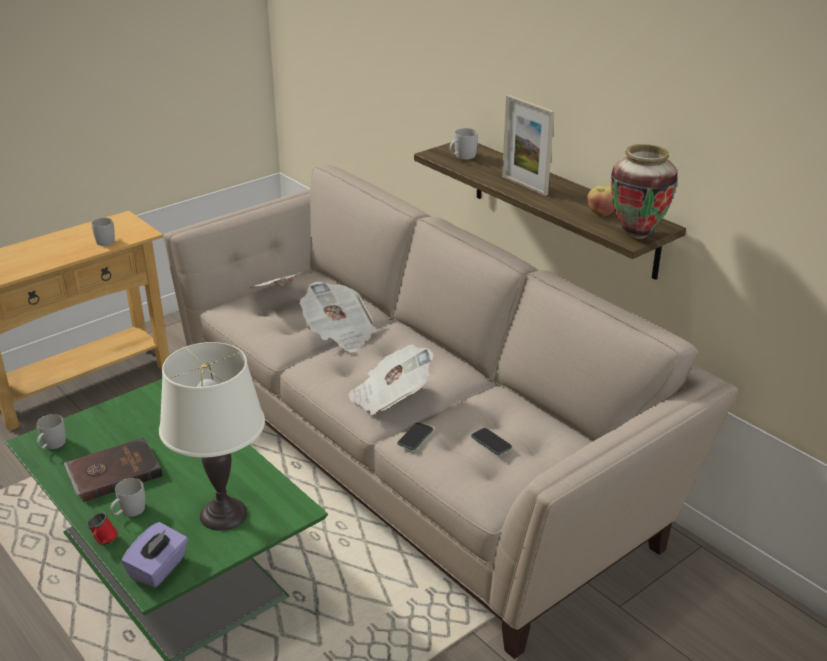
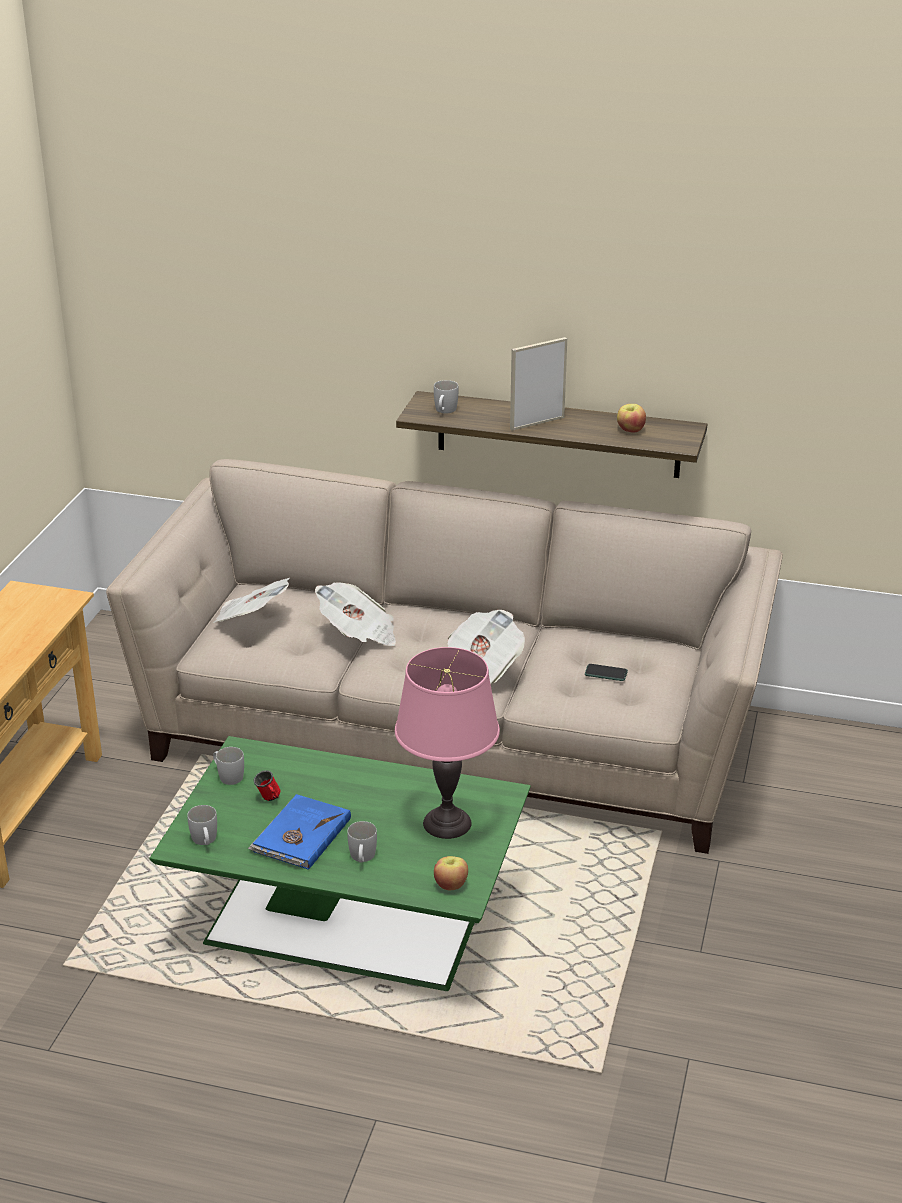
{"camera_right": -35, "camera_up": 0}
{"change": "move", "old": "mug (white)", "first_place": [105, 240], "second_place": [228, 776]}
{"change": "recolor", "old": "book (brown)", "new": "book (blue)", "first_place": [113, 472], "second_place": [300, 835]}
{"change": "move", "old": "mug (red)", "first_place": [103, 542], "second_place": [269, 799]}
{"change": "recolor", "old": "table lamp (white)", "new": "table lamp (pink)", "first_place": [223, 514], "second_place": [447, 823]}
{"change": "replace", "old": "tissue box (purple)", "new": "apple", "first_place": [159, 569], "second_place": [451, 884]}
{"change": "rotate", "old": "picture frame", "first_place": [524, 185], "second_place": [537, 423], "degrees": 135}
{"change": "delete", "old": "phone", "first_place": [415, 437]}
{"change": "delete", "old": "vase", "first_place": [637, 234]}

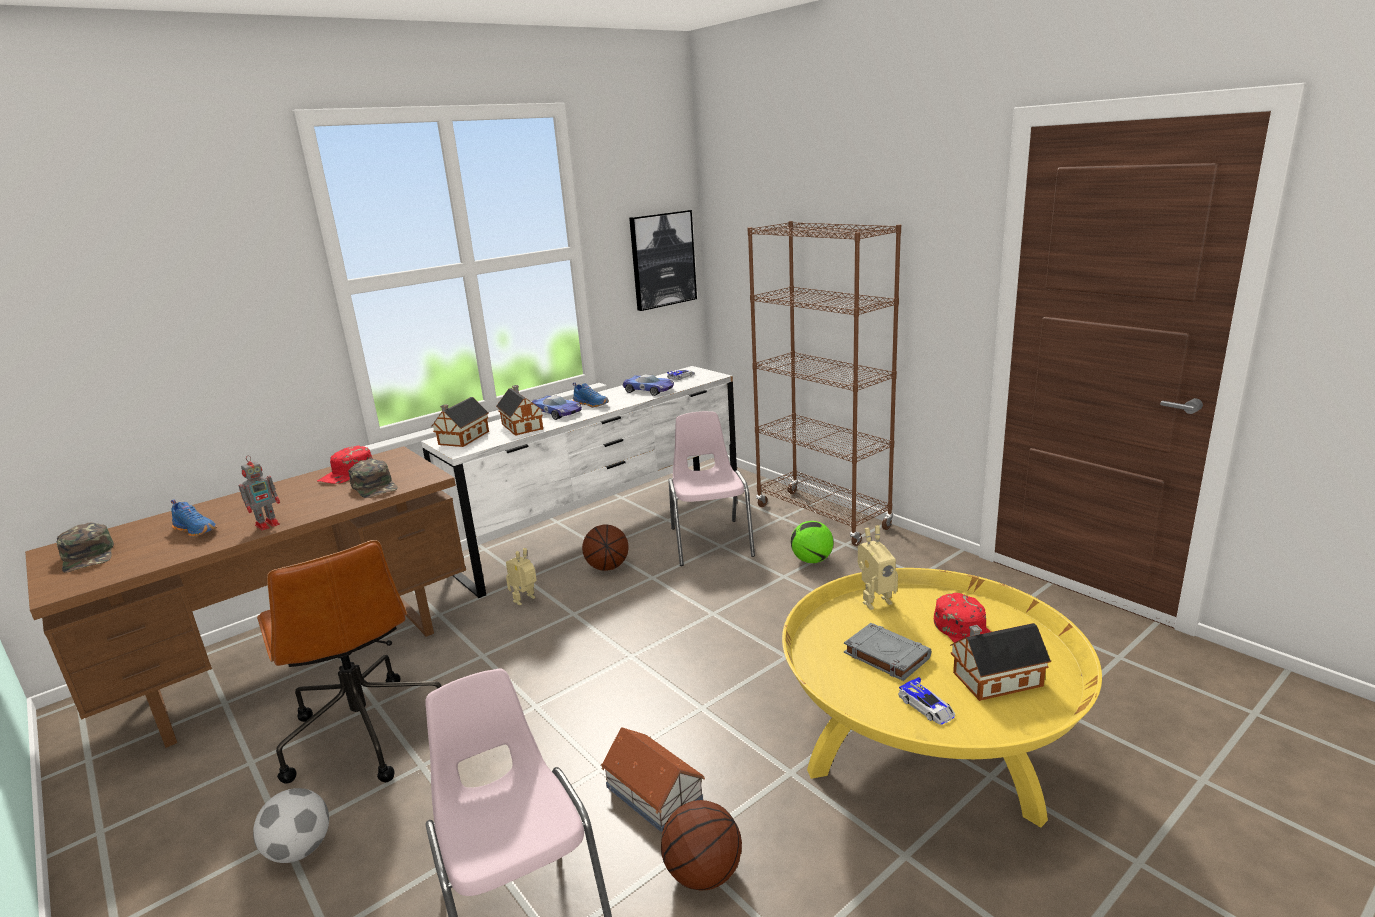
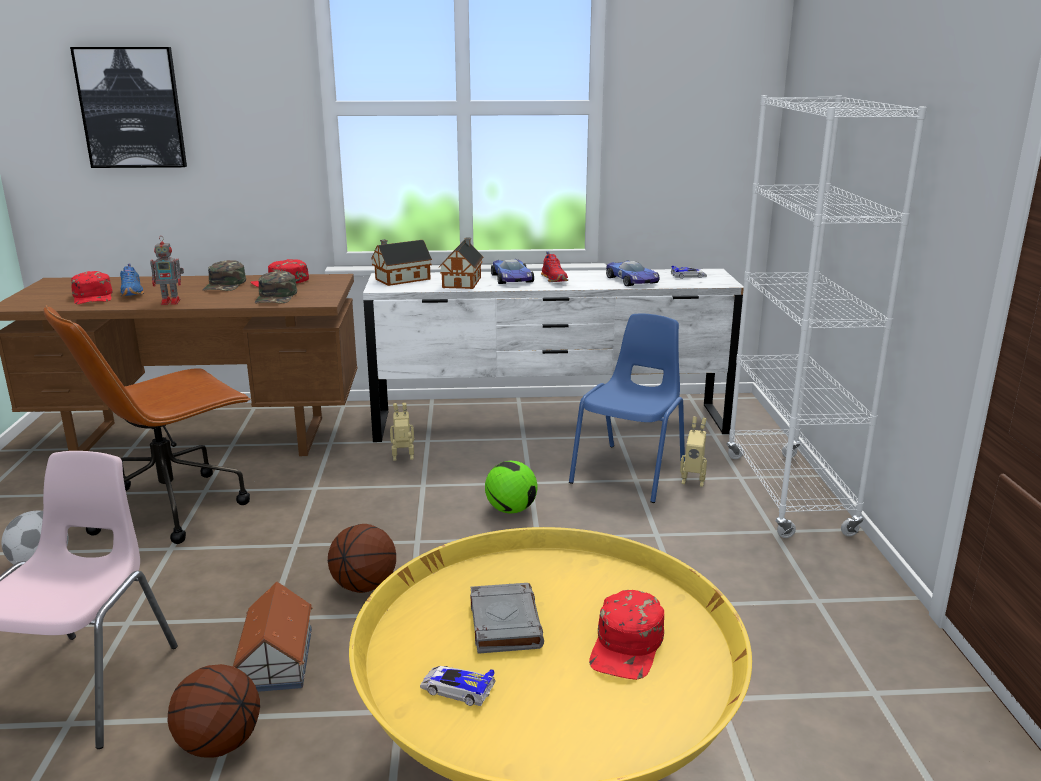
{"camera_right": 35, "camera_up": 0}
{"change": "rotate", "old": "office chair (brown)", "first_place": [364, 732], "second_place": [172, 507], "degrees": 45}
{"change": "move", "old": "picture", "first_place": [662, 259], "second_place": [131, 108]}
{"change": "insert", "new": "cap (red)", "second_place": [93, 297]}
{"change": "move", "old": "cap (green)", "first_place": [89, 556], "second_place": [225, 285]}
{"change": "move", "old": "basketball", "first_place": [607, 567], "second_place": [364, 585]}
{"change": "rotate", "old": "toy car", "first_place": [927, 707], "second_place": [456, 689], "degrees": 105}
{"change": "move", "old": "football", "first_place": [811, 560], "second_place": [511, 509]}
{"change": "recolor", "old": "shoe (blue)", "new": "shoe (red)", "first_place": [591, 404], "second_place": [555, 279]}
{"change": "recolor", "old": "chair (pink)", "new": "chair (blue)", "first_place": [710, 541], "second_place": [631, 472]}
{"change": "move", "old": "toy robot", "first_place": [874, 600], "second_place": [693, 480]}
{"change": "recolor", "old": "bookcase (brown)", "new": "bookcase (white)", "first_place": [822, 517], "second_place": [787, 494]}
{"change": "delete", "old": "toy house", "first_place": [993, 679]}

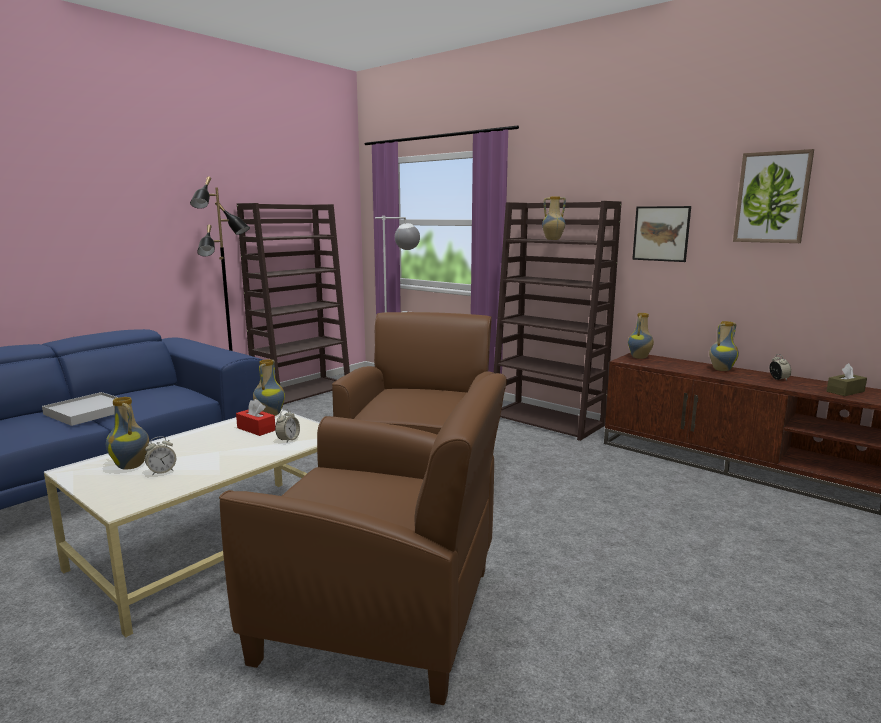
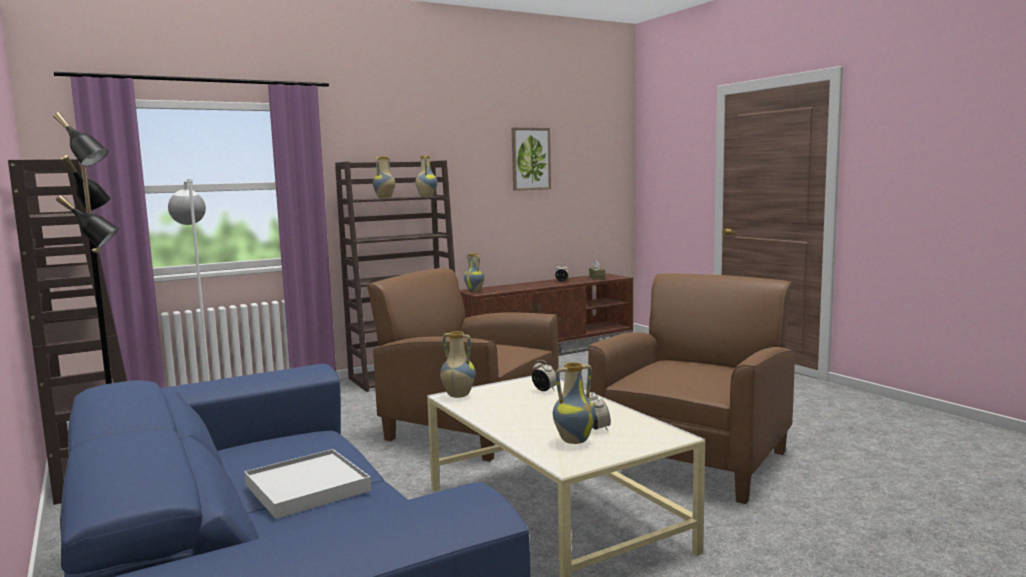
{"camera_right": -70, "camera_up": -5}
{"change": "move", "old": "vase", "first_place": [721, 369], "second_place": [426, 196]}
{"change": "delete", "old": "tissue box (red)", "first_place": [256, 429]}
{"change": "delete", "old": "picture", "first_place": [661, 233]}

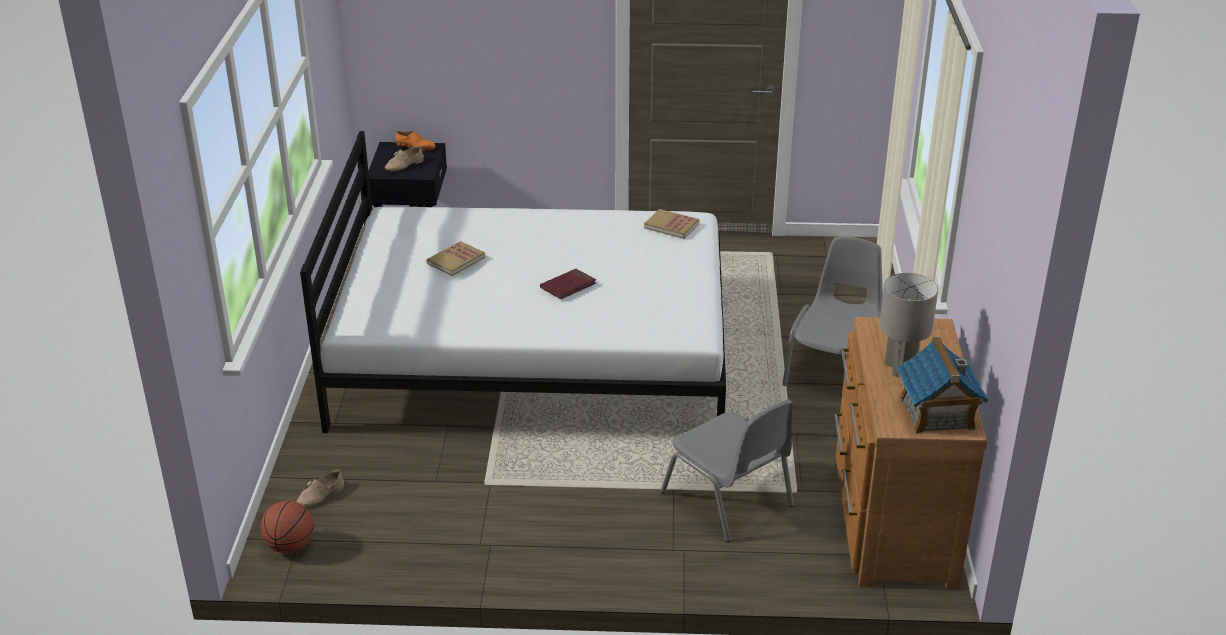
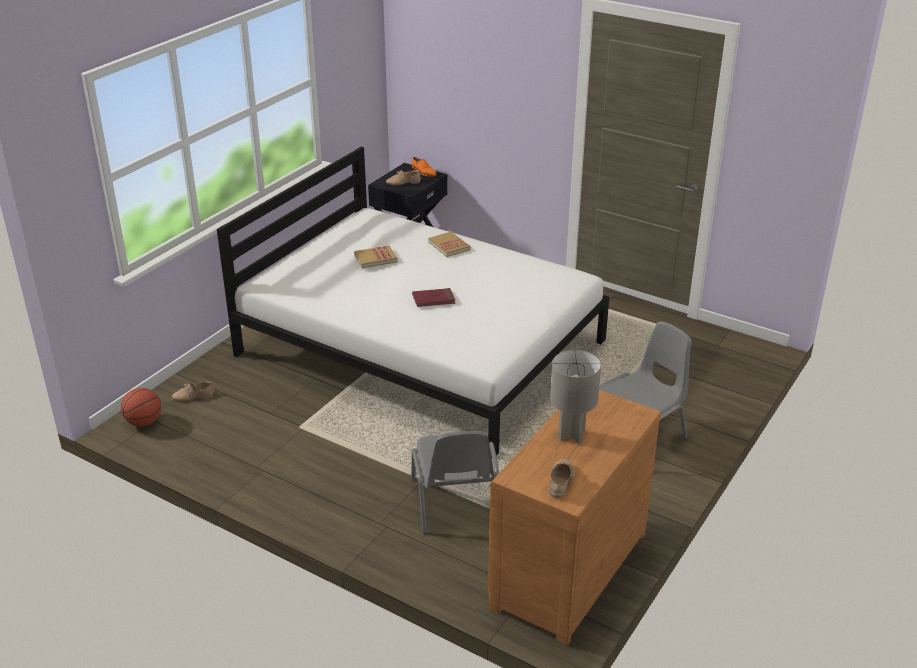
{"camera_right": 30, "camera_up": 0}
{"change": "move", "old": "book", "first_place": [671, 226], "second_place": [449, 246]}
{"change": "replace", "old": "toy house", "new": "shoe (beige)", "first_place": [936, 414], "second_place": [560, 480]}

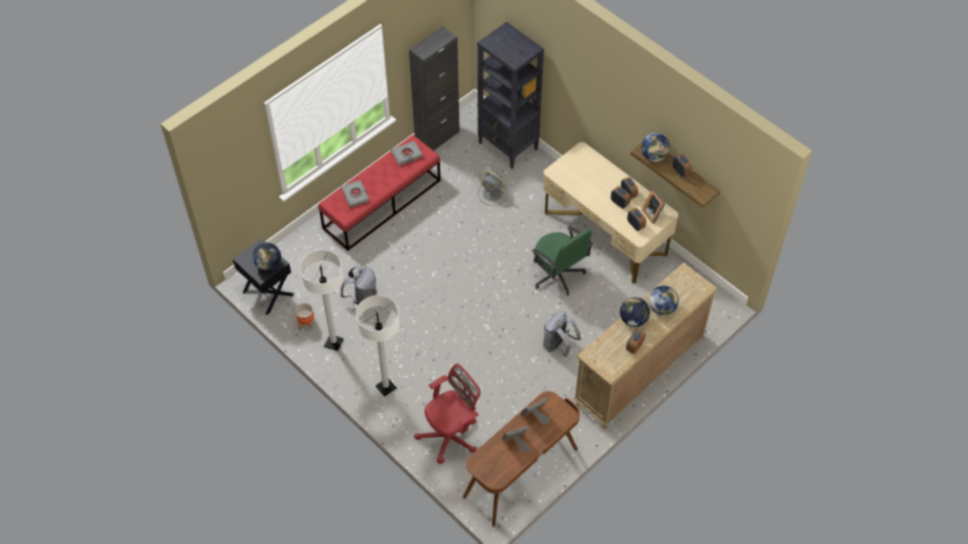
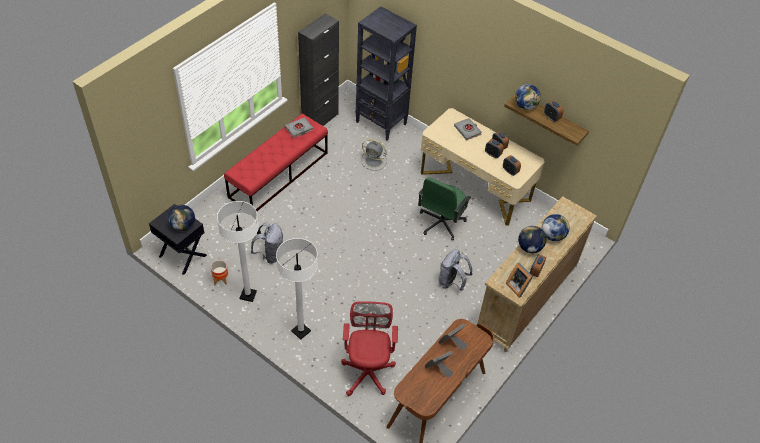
{"camera_right": -10, "camera_up": -5}
{"change": "rotate", "old": "office chair (red)", "first_place": [451, 436], "second_place": [368, 370], "degrees": -45}
{"change": "rotate", "old": "office chair (green)", "first_place": [558, 275], "second_place": [440, 223], "degrees": 75}
{"change": "move", "old": "book (grey)", "first_place": [355, 195], "second_place": [467, 130]}
{"change": "move", "old": "picture frame", "first_place": [653, 213], "second_place": [518, 286]}

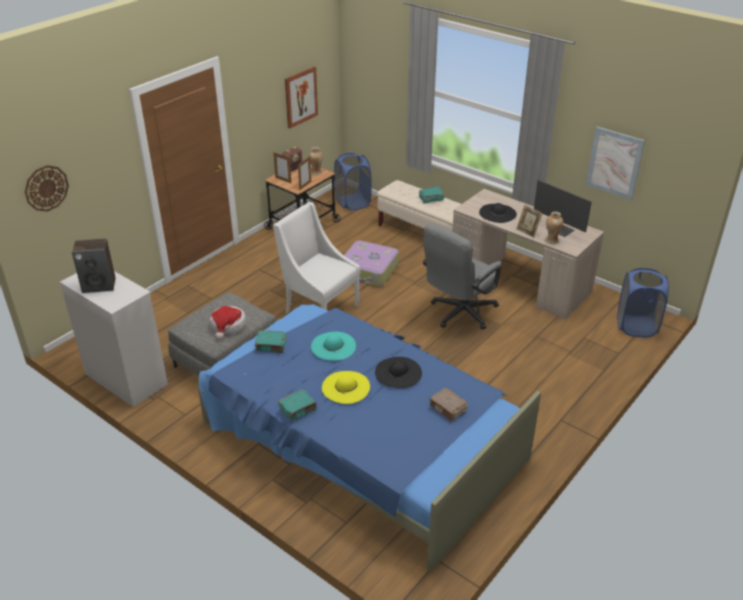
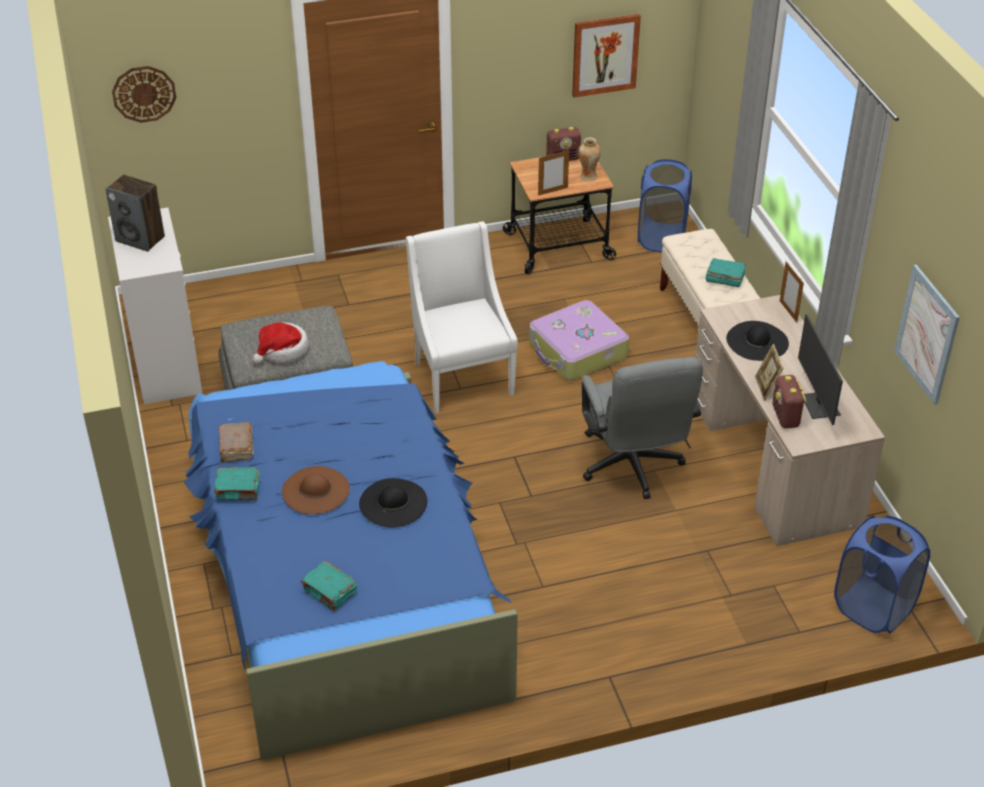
{"camera_right": 35, "camera_up": 5}
{"change": "move", "old": "book (brown)", "first_place": [448, 409], "second_place": [236, 448]}
{"change": "recolor", "old": "hat (yellow)", "new": "hat (brown)", "first_place": [346, 387], "second_place": [315, 490]}
{"change": "move", "old": "book (turquoise)", "first_place": [271, 346], "second_place": [330, 592]}
{"change": "rotate", "old": "office chair (grey)", "first_place": [459, 314], "second_place": [633, 468], "degrees": -90}
{"change": "replace", "old": "vase", "new": "radio", "first_place": [552, 241], "second_place": [785, 417]}
{"change": "move", "old": "picture frame", "first_place": [283, 180], "second_place": [788, 311]}
{"change": "delete", "old": "hat (turquoise)", "first_place": [333, 346]}

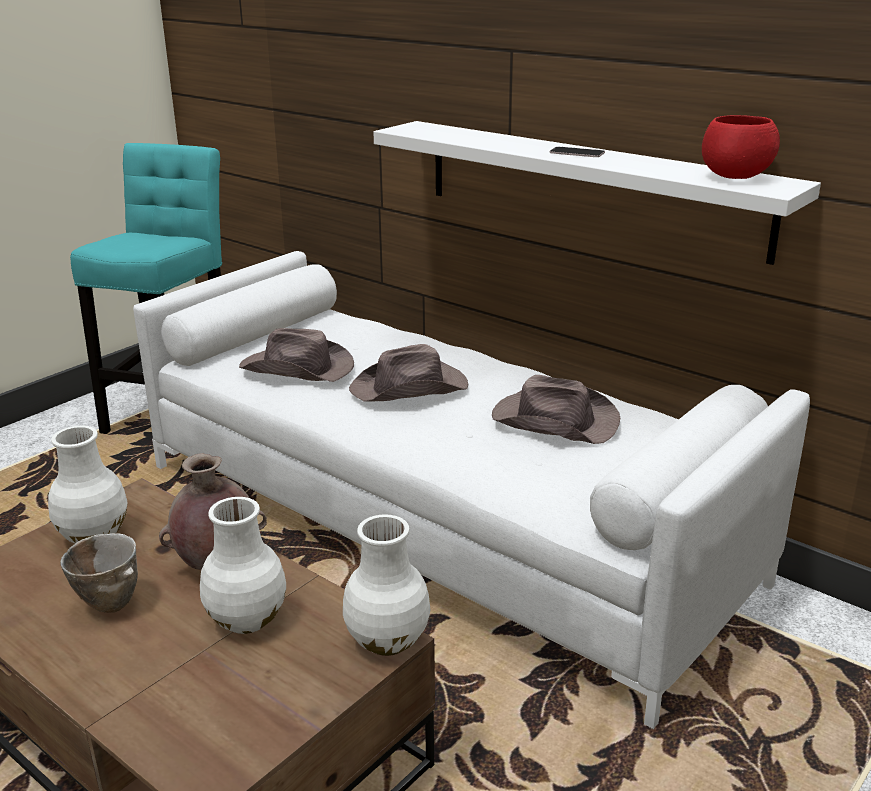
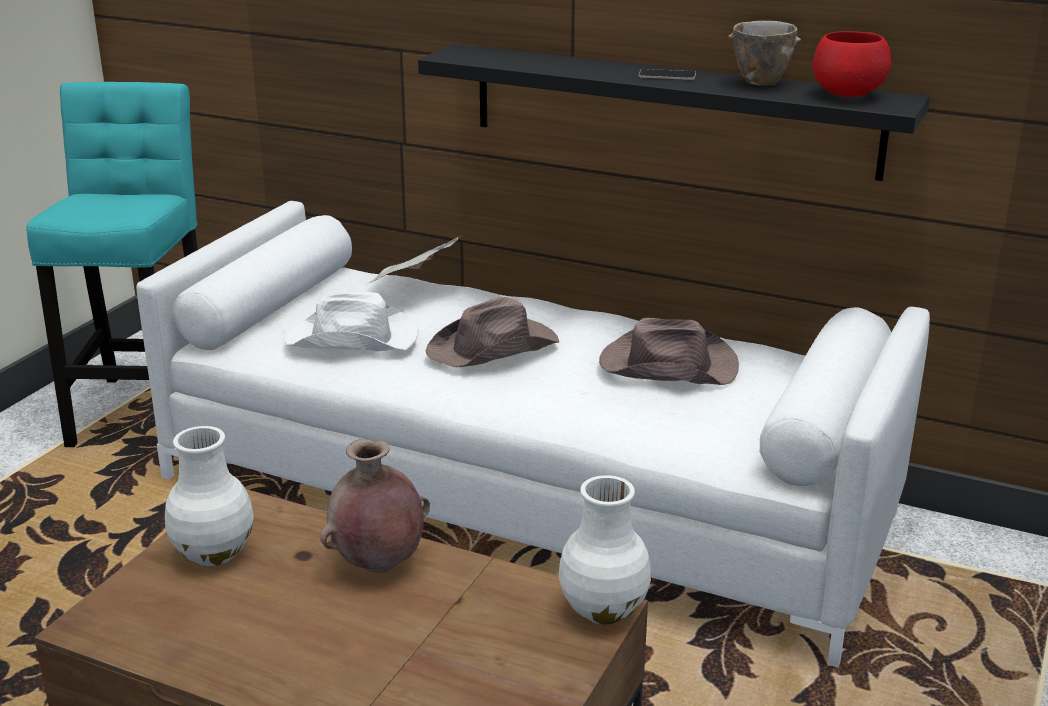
{"camera_right": -15, "camera_up": 0}
{"change": "recolor", "old": "hat (brown)", "new": "hat (white)", "first_place": [298, 369], "second_place": [353, 339]}
{"change": "insert", "new": "newspaper", "second_place": [413, 285]}
{"change": "recolor", "old": "shelf (white)", "new": "shelf (black)", "first_place": [588, 187], "second_place": [672, 110]}
{"change": "move", "old": "bowl", "first_place": [108, 603], "second_place": [758, 83]}
{"change": "delete", "old": "vase (white)", "first_place": [247, 620]}

